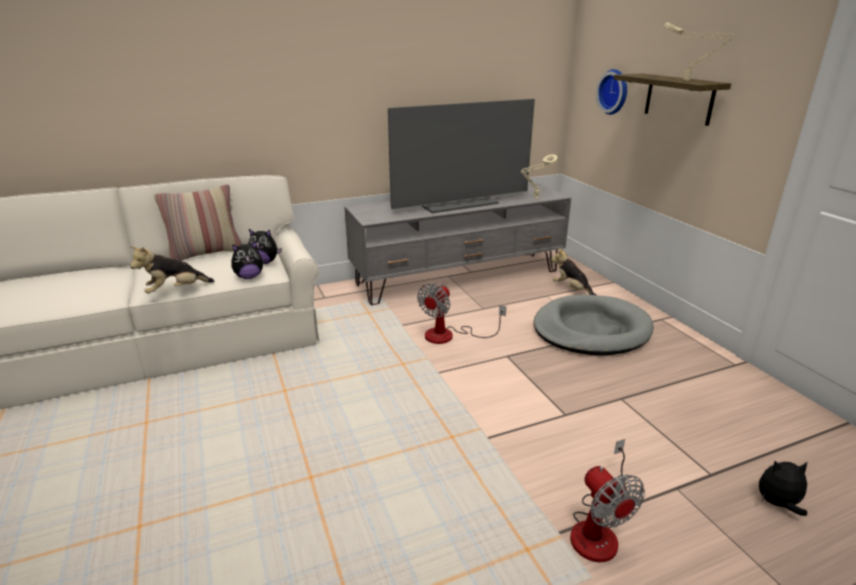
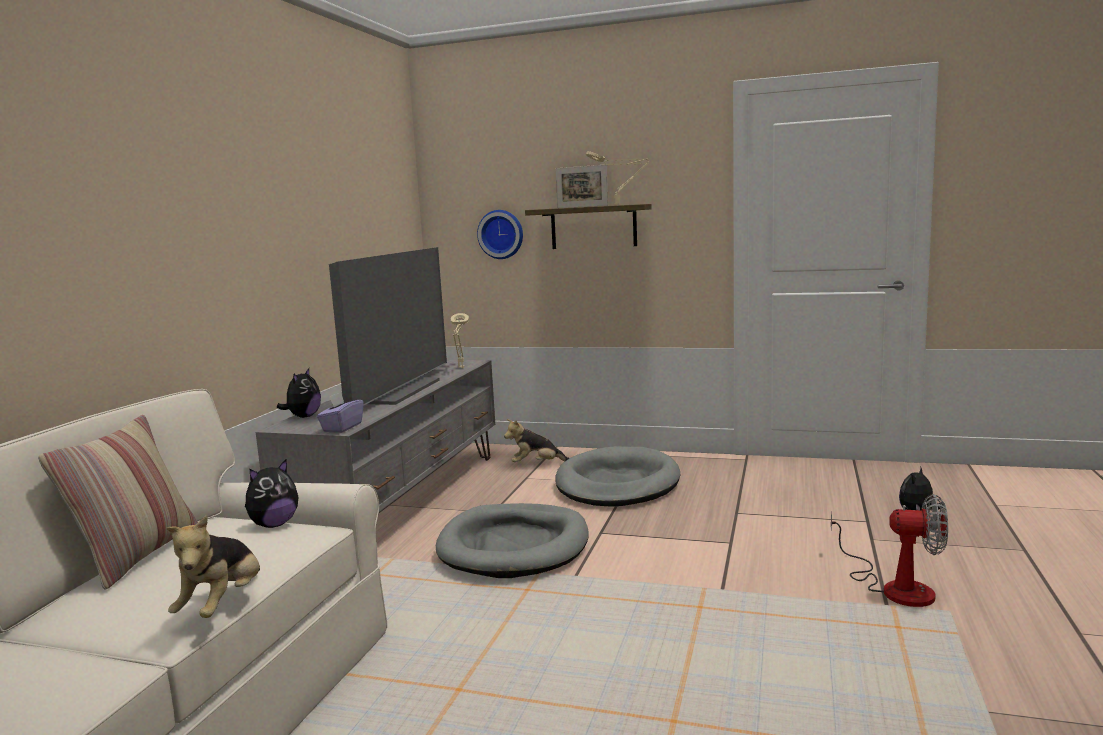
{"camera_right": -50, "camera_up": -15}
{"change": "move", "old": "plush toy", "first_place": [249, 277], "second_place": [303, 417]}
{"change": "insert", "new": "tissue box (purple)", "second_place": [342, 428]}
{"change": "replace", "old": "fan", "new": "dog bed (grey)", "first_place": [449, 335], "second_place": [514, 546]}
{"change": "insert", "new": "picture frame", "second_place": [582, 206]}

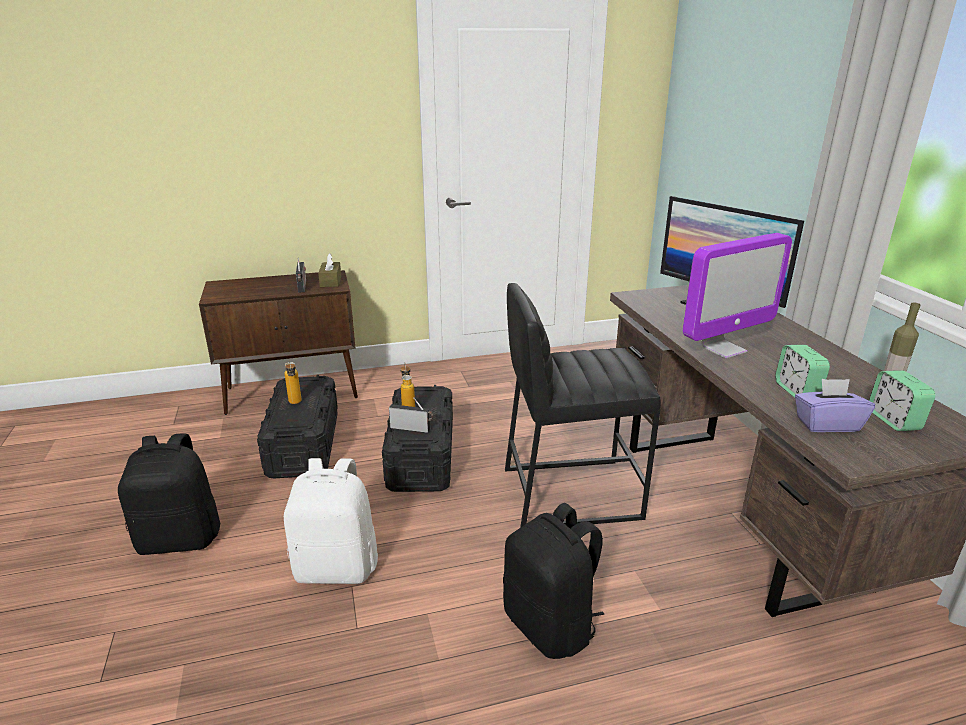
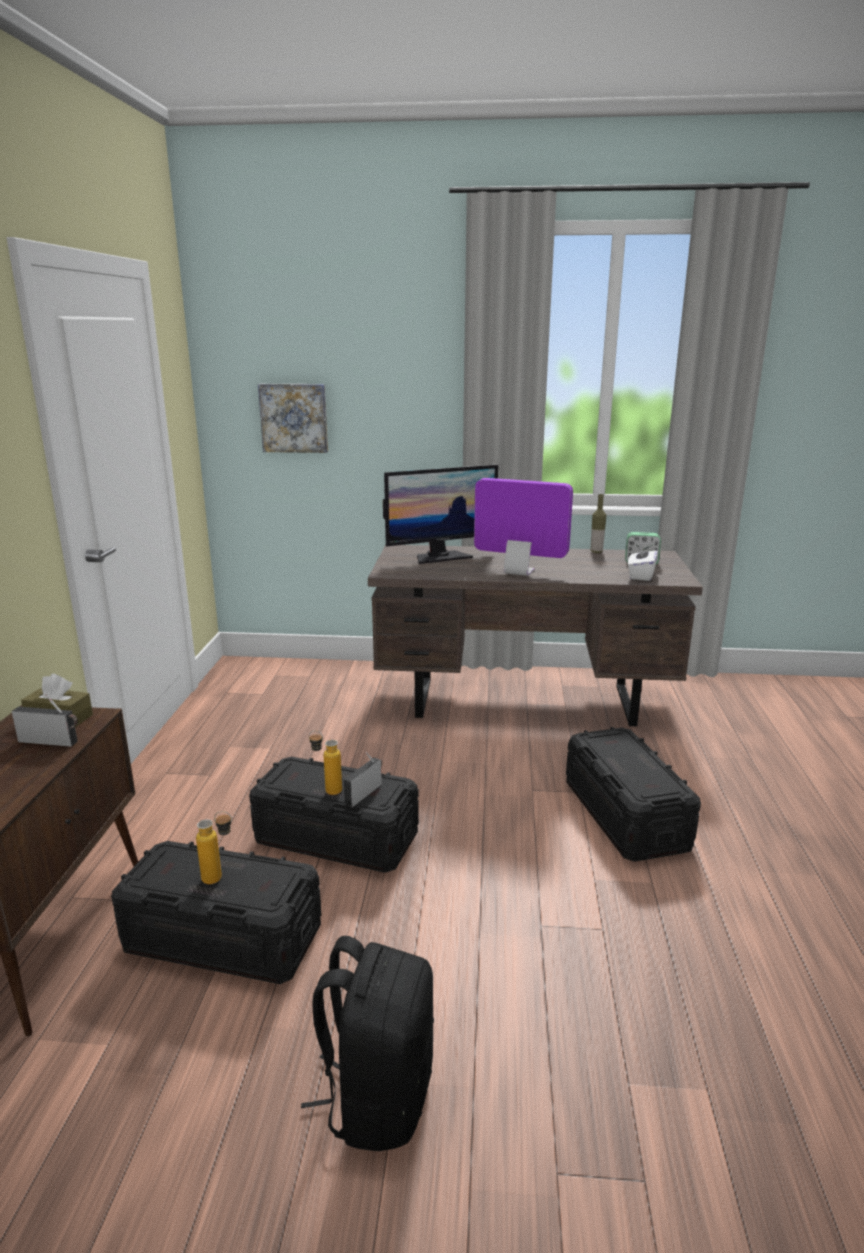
{"camera_right": -70, "camera_up": -5}
{"change": "insert", "new": "picture", "second_place": [294, 418]}
{"change": "rotate", "old": "monitor", "first_place": [723, 349], "second_place": [519, 572], "degrees": -60}
{"change": "replace", "old": "backpack (black)", "new": "storage box (black)", "first_place": [551, 625], "second_place": [625, 815]}
{"change": "recolor", "old": "tissue box (purple)", "new": "tissue box (white)", "first_place": [827, 424], "second_place": [640, 575]}
{"change": "delete", "old": "backpack (white)", "first_place": [337, 567]}
{"change": "delete", "old": "stool (black)", "first_place": [569, 492]}
{"change": "delete", "old": "alarm clock", "first_place": [797, 391]}

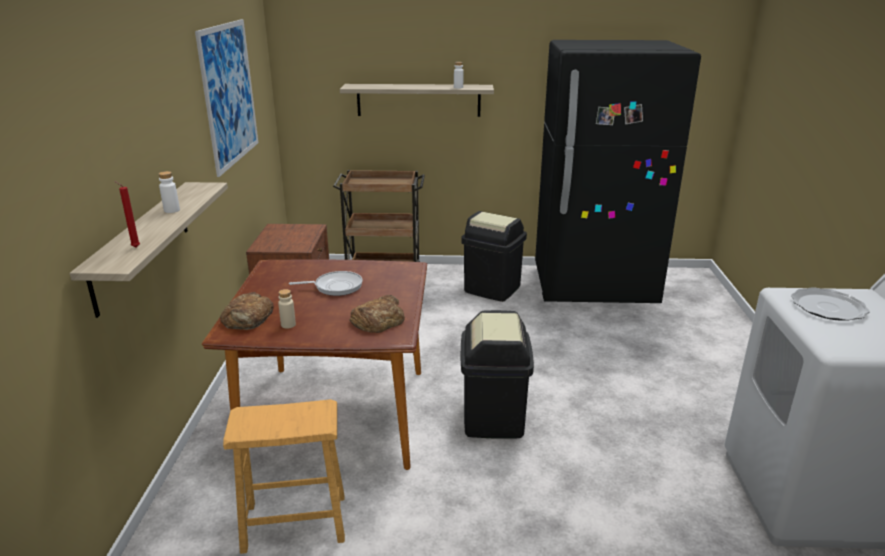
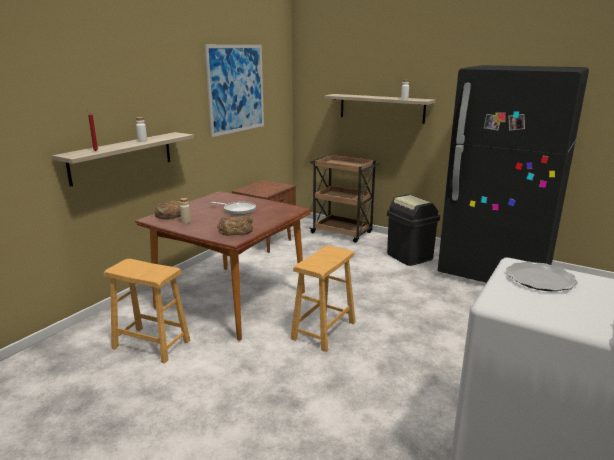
{"camera_right": 30, "camera_up": -5}
{"change": "replace", "old": "trash can (black)", "new": "stool (brown)", "first_place": [494, 418], "second_place": [324, 330]}

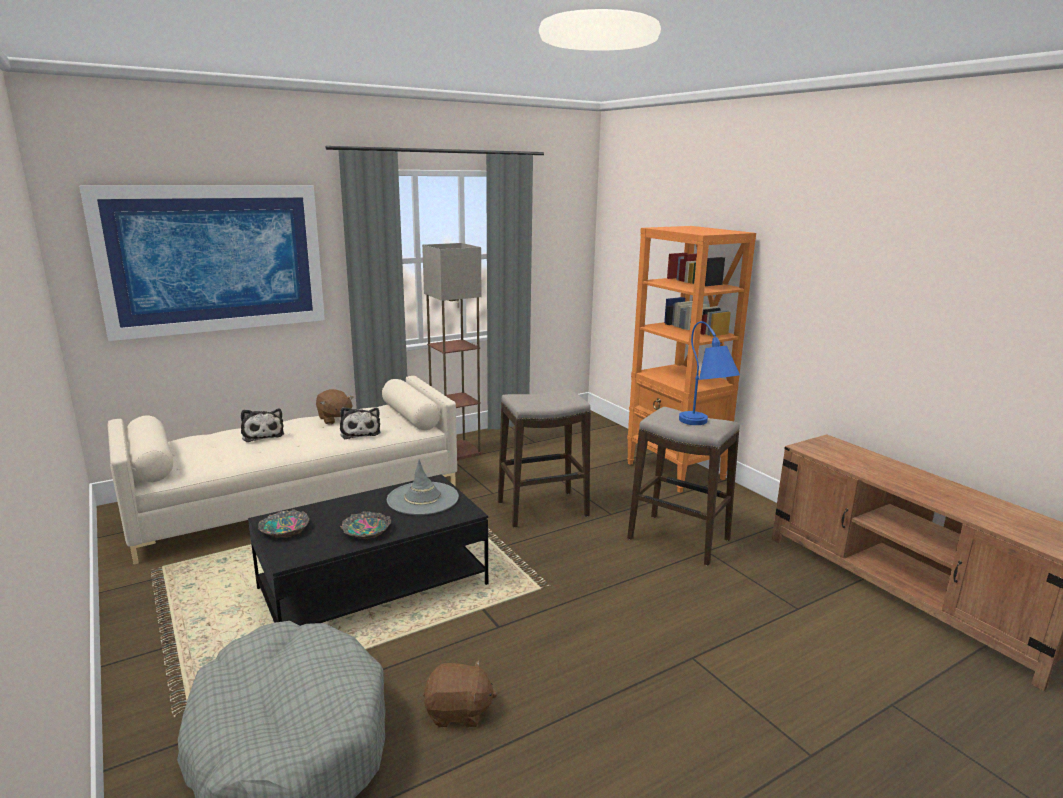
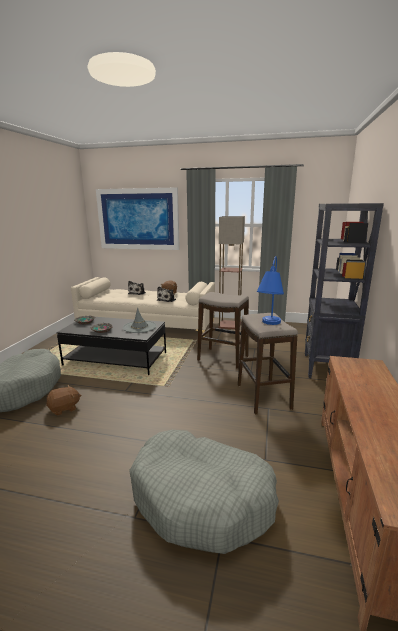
{"camera_right": 45, "camera_up": 0}
{"change": "rotate", "old": "plush toy (brown)", "first_place": [458, 712], "second_place": [64, 408], "degrees": -75}
{"change": "insert", "new": "dog bed (grey)", "second_place": [202, 498]}
{"change": "recolor", "old": "bookcase (orange)", "new": "bookcase (black)", "first_place": [675, 471], "second_place": [326, 367]}

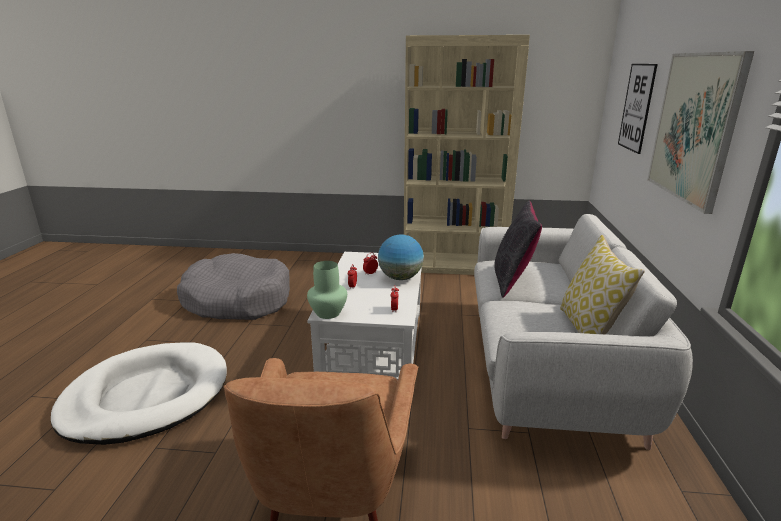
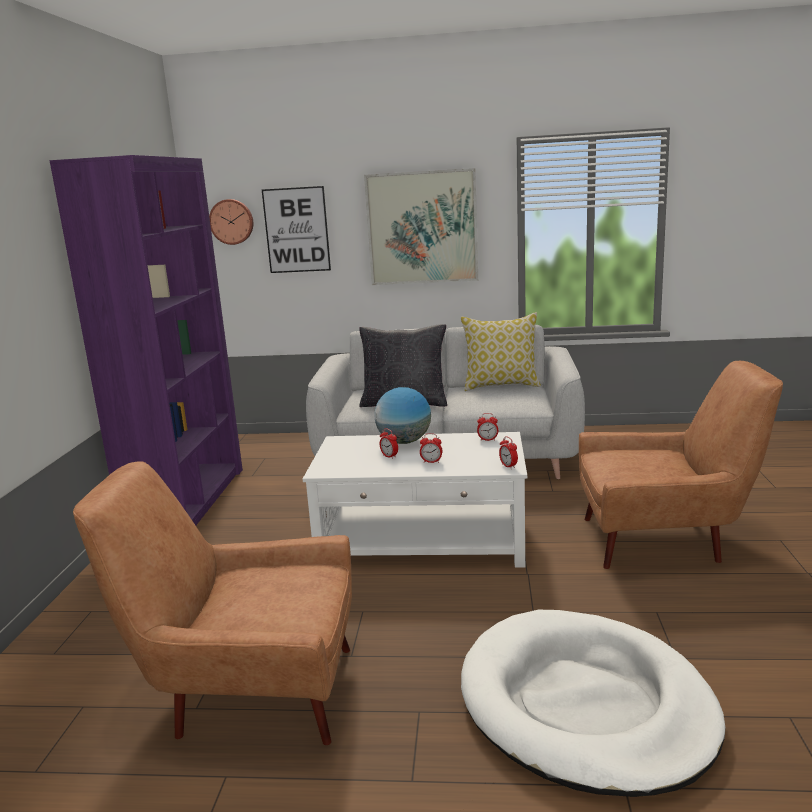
{"camera_right": -90, "camera_up": -5}
{"change": "recolor", "old": "bookcase (beige)", "new": "bookcase (purple)", "first_place": [454, 266], "second_place": [187, 499]}
{"change": "replace", "old": "dog bed (grey)", "new": "armchair (brown)", "first_place": [237, 300], "second_place": [248, 693]}
{"change": "insert", "new": "wall clock", "second_place": [232, 221]}
{"change": "replace", "old": "vase (green)", "new": "alarm clock", "first_place": [328, 313], "second_place": [508, 466]}

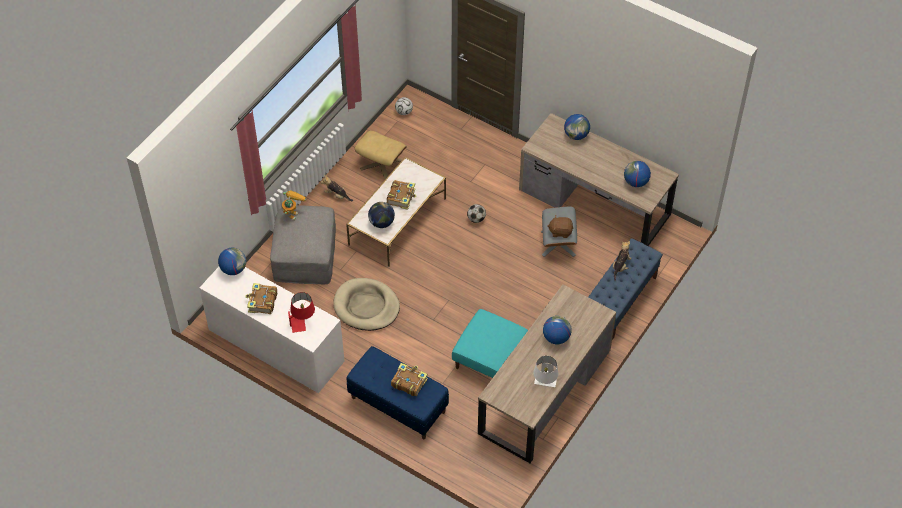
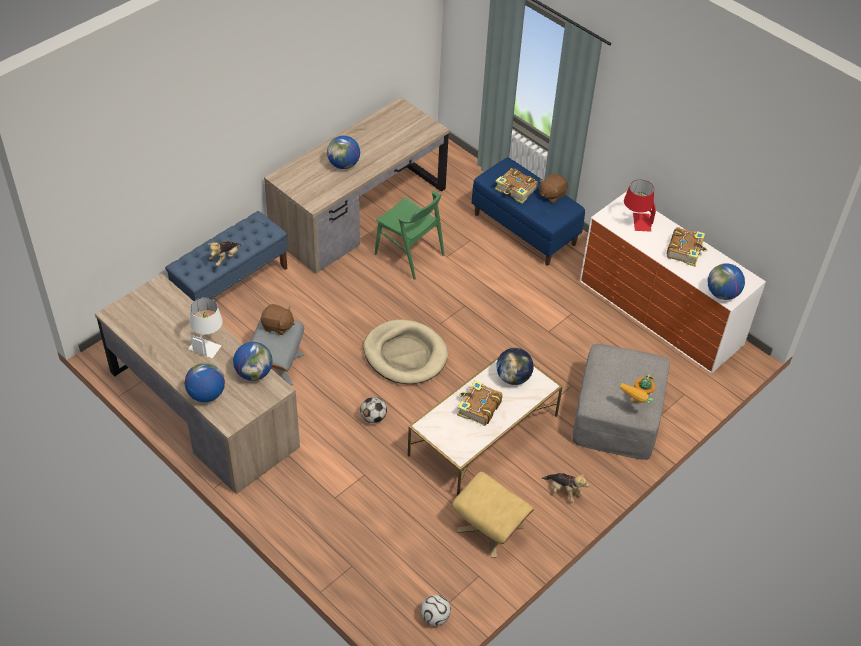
{"camera_right": -170, "camera_up": -5}
{"change": "move", "old": "table lamp (white)", "first_place": [545, 383], "second_place": [207, 343]}
{"change": "move", "old": "globe", "first_place": [635, 182], "second_place": [254, 373]}
{"change": "move", "old": "dog bed (beige)", "first_place": [366, 306], "second_place": [405, 354]}
{"change": "replace", "old": "ottoman (turquoise)", "new": "chair (green)", "first_place": [489, 358], "second_place": [409, 254]}
{"change": "insert", "new": "plush toy (brown)", "second_place": [552, 194]}

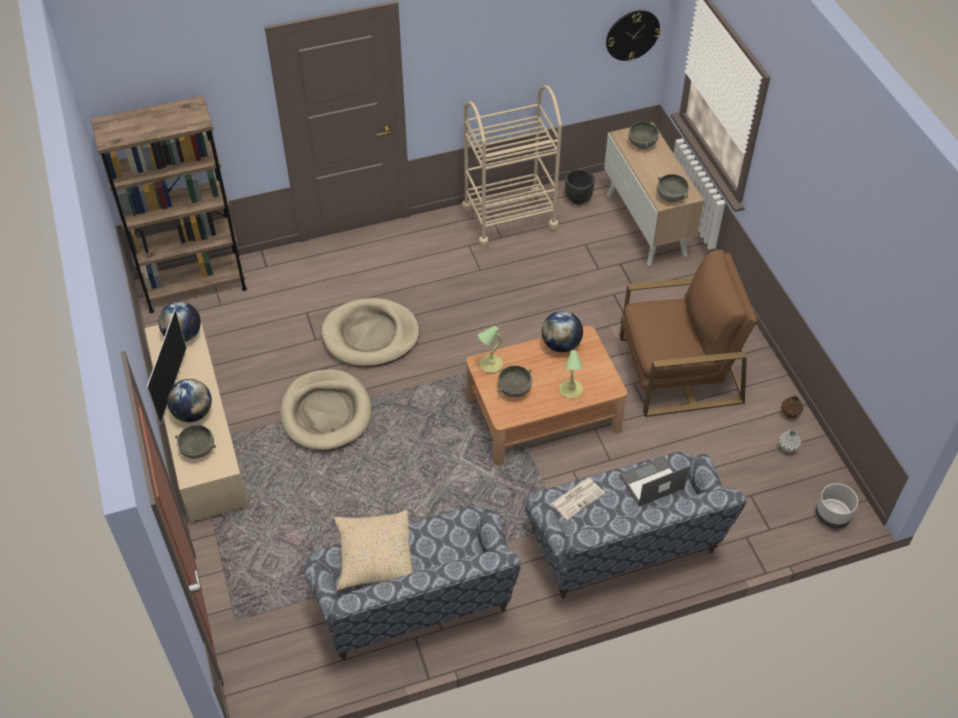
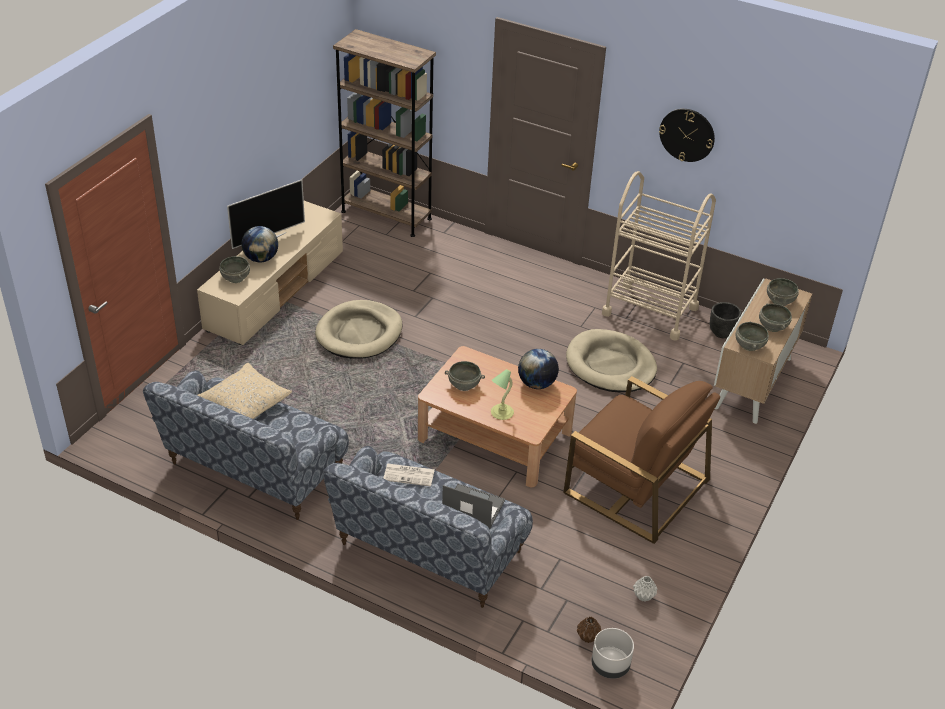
{"camera_right": 45, "camera_up": -10}
{"change": "move", "old": "dog bed (beige)", "first_place": [370, 336], "second_place": [610, 365]}
{"change": "move", "old": "vase (brown)", "first_place": [790, 414], "second_place": [588, 638]}
{"change": "move", "old": "wall clock", "first_place": [632, 35], "second_place": [687, 134]}
{"change": "insert", "new": "bowl (grey)", "second_place": [772, 326]}
{"change": "delete", "old": "globe", "first_place": [183, 335]}
{"change": "delete", "old": "table lamp", "first_place": [490, 364]}

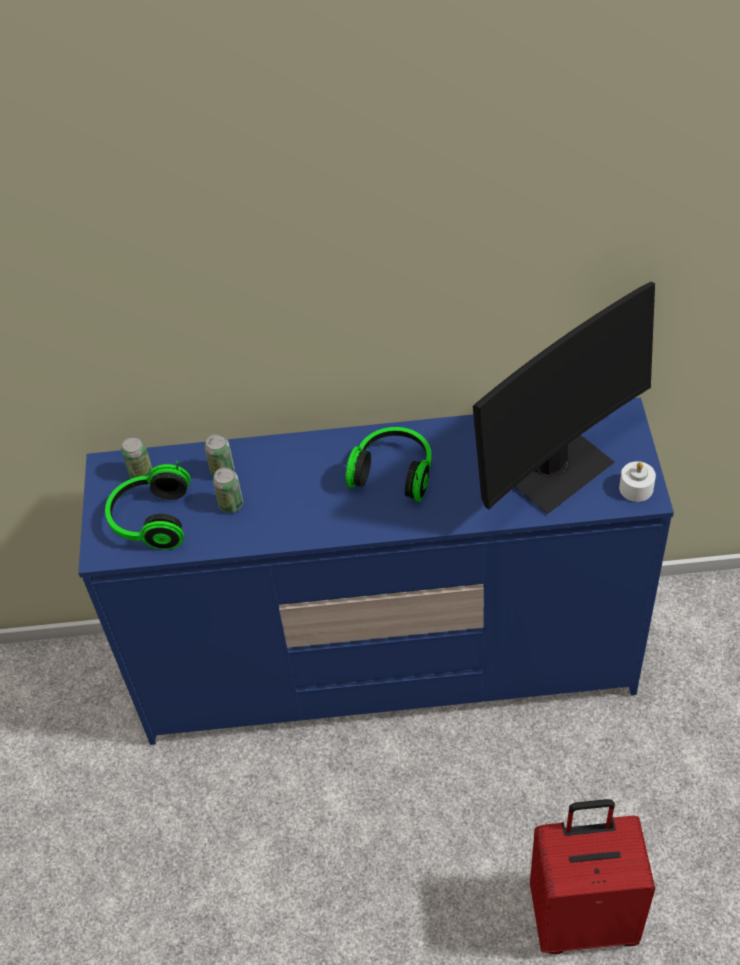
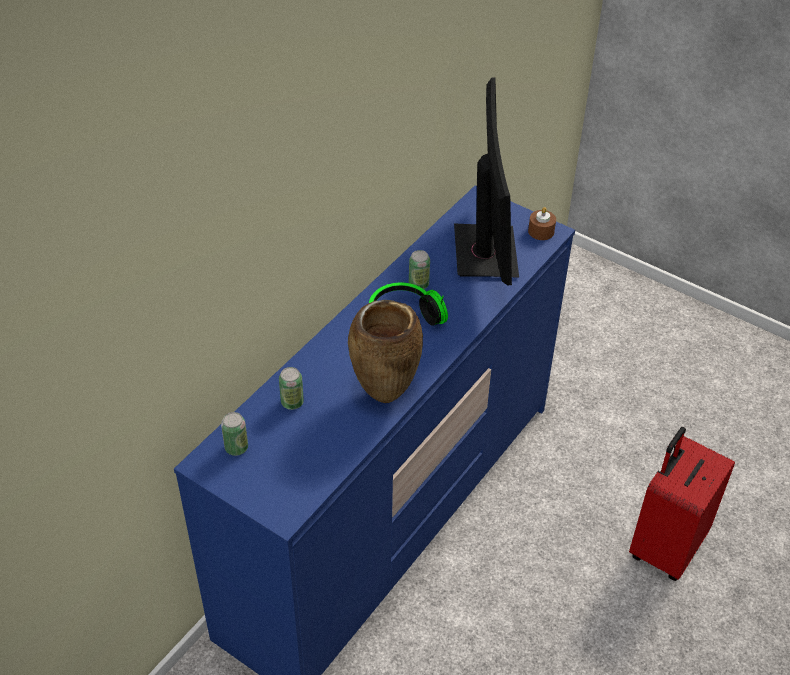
{"camera_right": -55, "camera_up": -5}
{"change": "insert", "new": "vase (brown)", "second_place": [384, 395]}
{"change": "move", "old": "can", "first_place": [231, 504], "second_place": [418, 284]}
{"change": "recolor", "old": "candle (white)", "new": "candle (brown)", "first_place": [636, 488], "second_place": [541, 231]}
{"change": "delete", "old": "headphones", "first_place": [150, 520]}

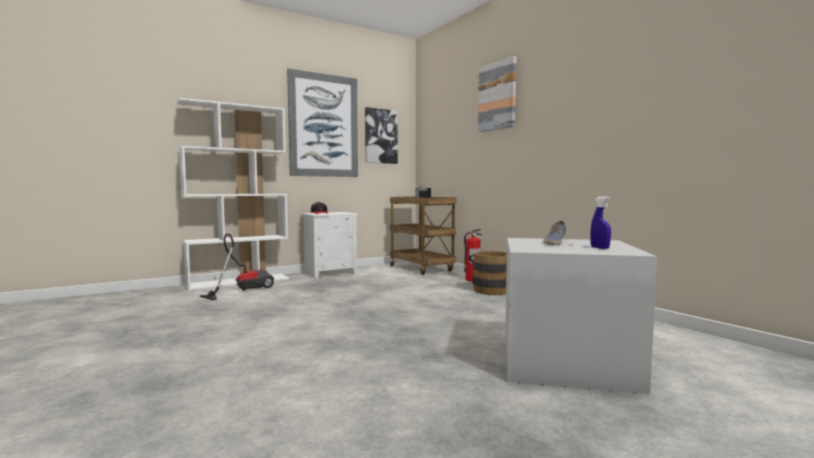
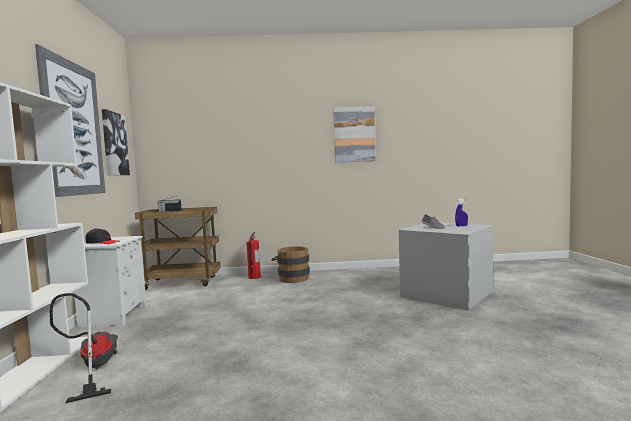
{"camera_right": -60, "camera_up": 0}
{"change": "move", "old": "picture", "first_place": [497, 96], "second_place": [354, 134]}

